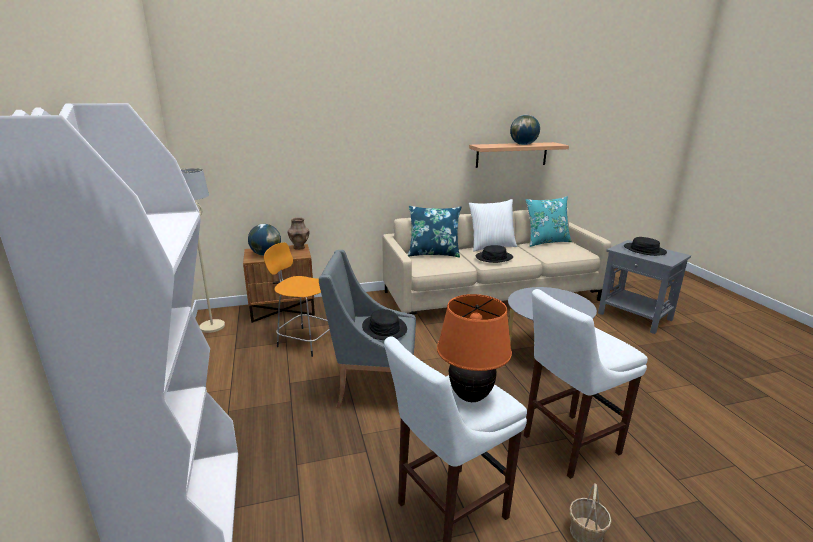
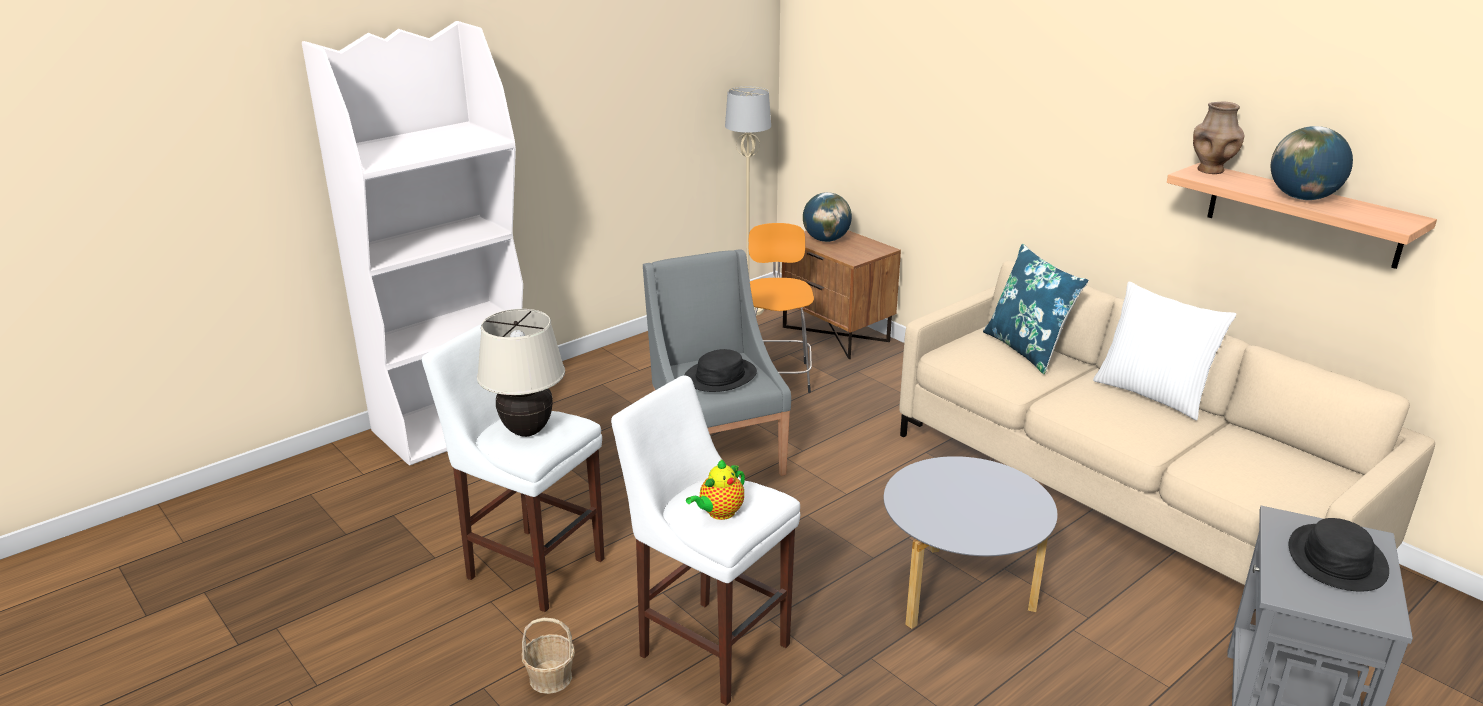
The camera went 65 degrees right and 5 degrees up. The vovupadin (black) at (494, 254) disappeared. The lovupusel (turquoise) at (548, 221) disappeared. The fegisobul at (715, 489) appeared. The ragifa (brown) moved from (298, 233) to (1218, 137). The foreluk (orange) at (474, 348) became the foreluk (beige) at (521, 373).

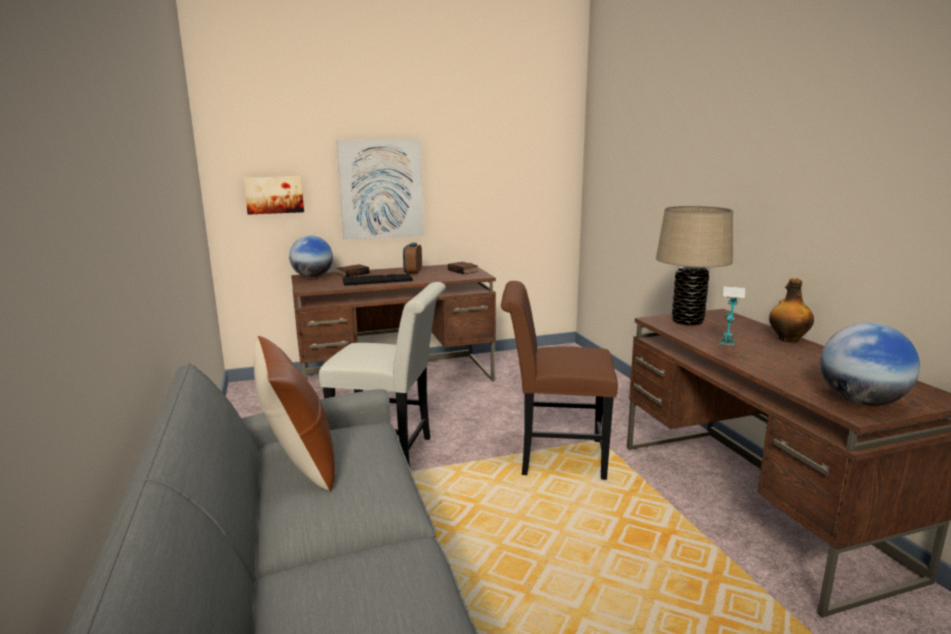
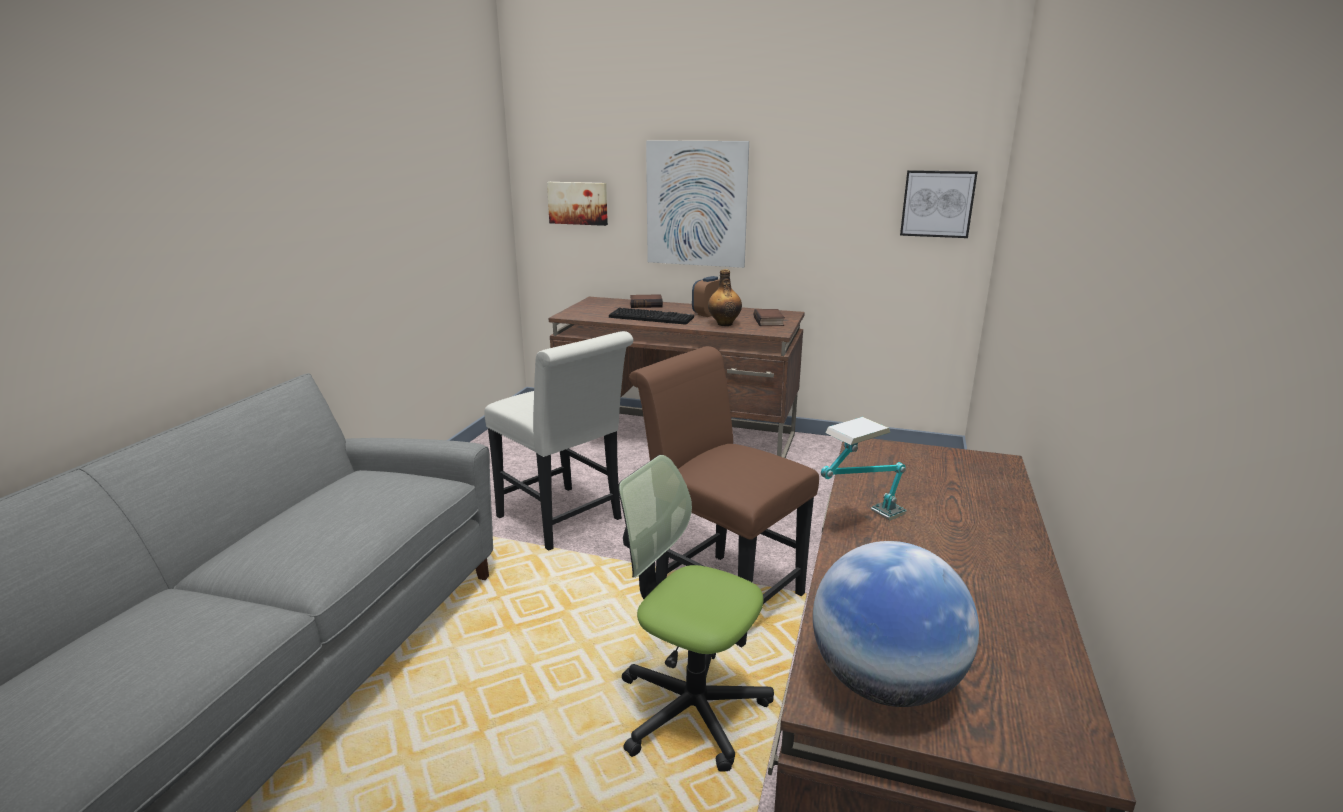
The camera went 35 degrees right and 5 degrees up. The lovupusel (brown) at (294, 413) disappeared. The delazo at (311, 256) disappeared. The foreluk (beige) at (694, 266) disappeared. The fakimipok at (696, 613) appeared. The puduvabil at (939, 204) appeared. The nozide moved from (791, 310) to (725, 297).

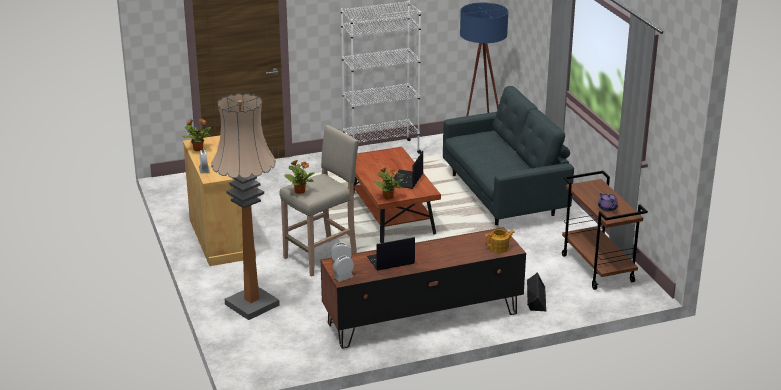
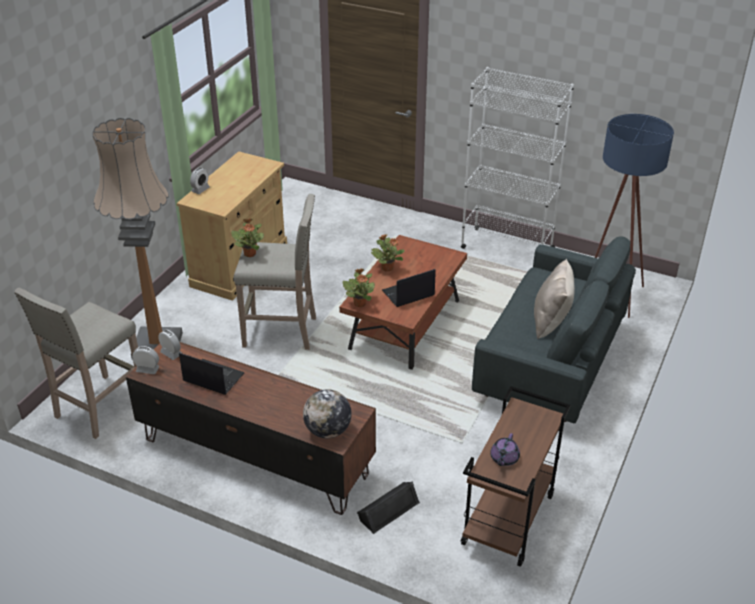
The camera went 45 degrees right and 10 degrees up. The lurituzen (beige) at (76, 363) appeared. The lovupusel (beige) at (554, 299) appeared. The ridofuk moved from (197, 135) to (388, 253). The fegisobul at (500, 241) was replaced by the delazo at (327, 413).

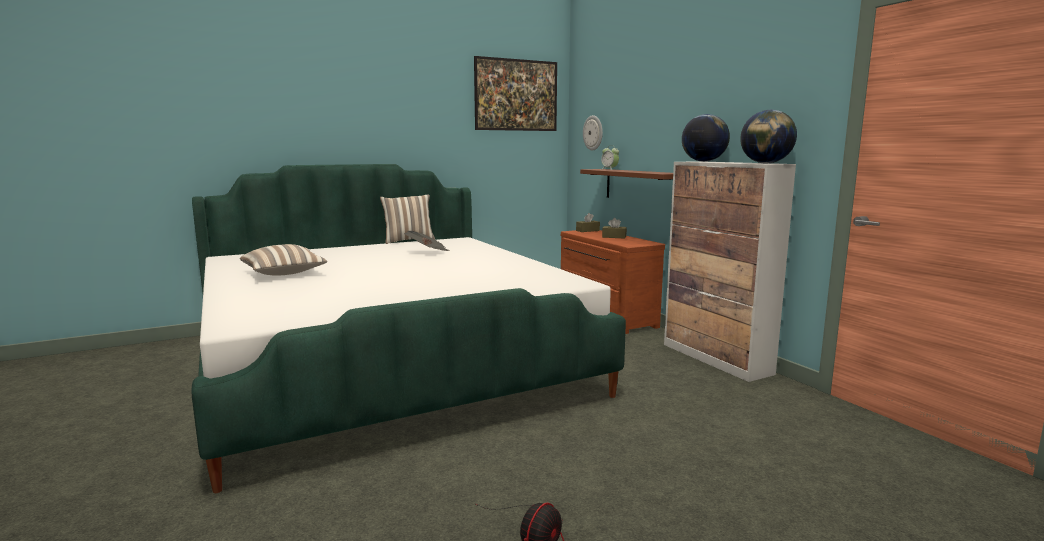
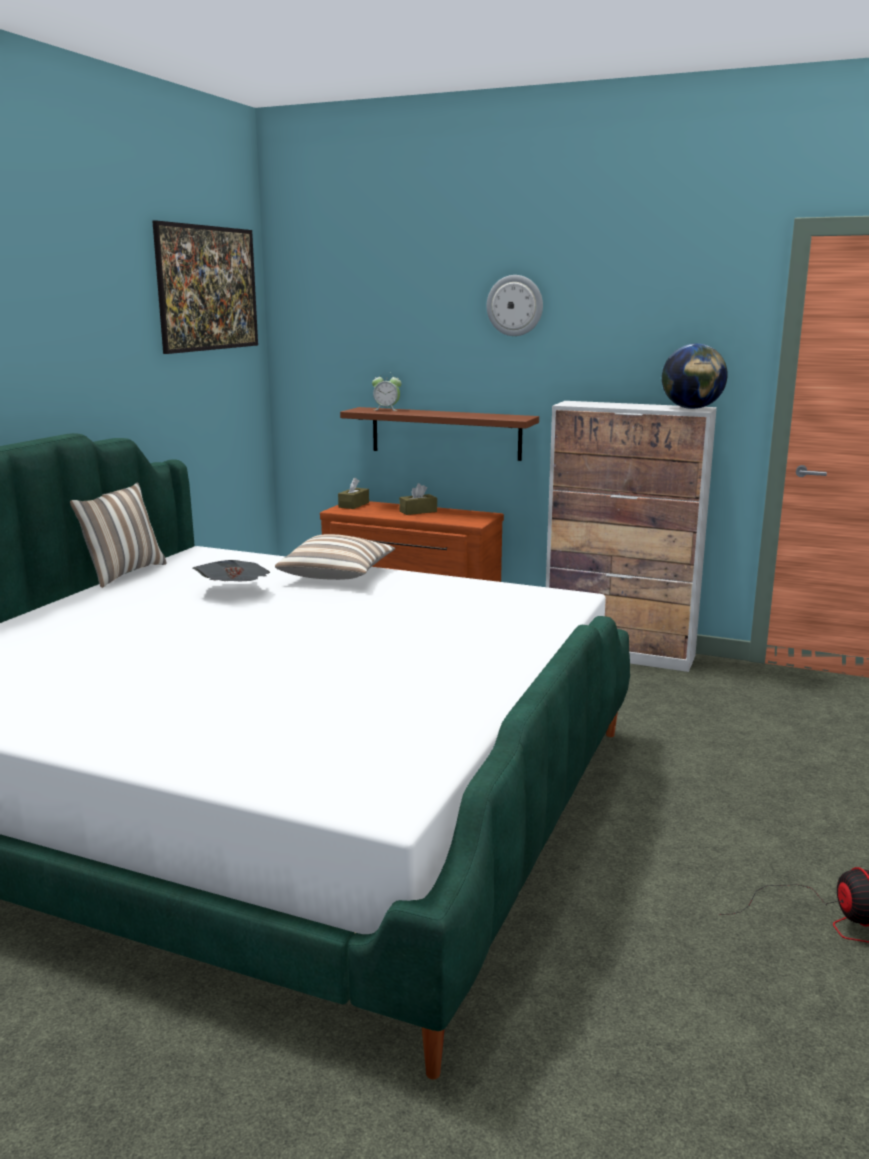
The camera went 40 degrees left and 5 degrees up. The delazo at (706, 138) disappeared. The lovupusel moved from (283, 260) to (335, 557). The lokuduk moved from (593, 133) to (515, 305).

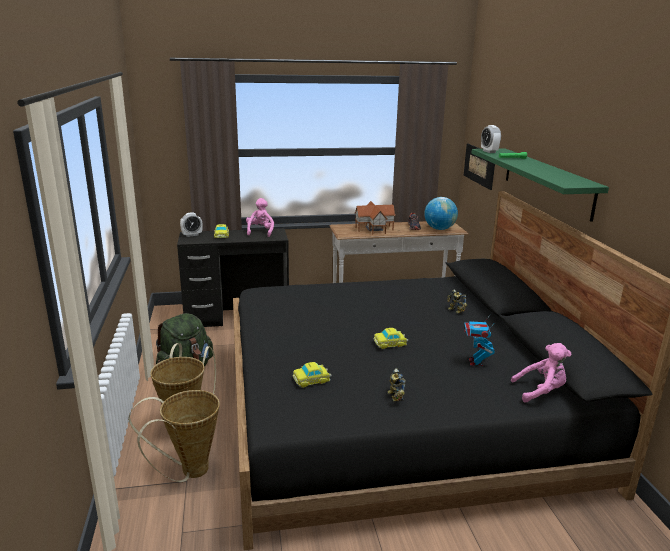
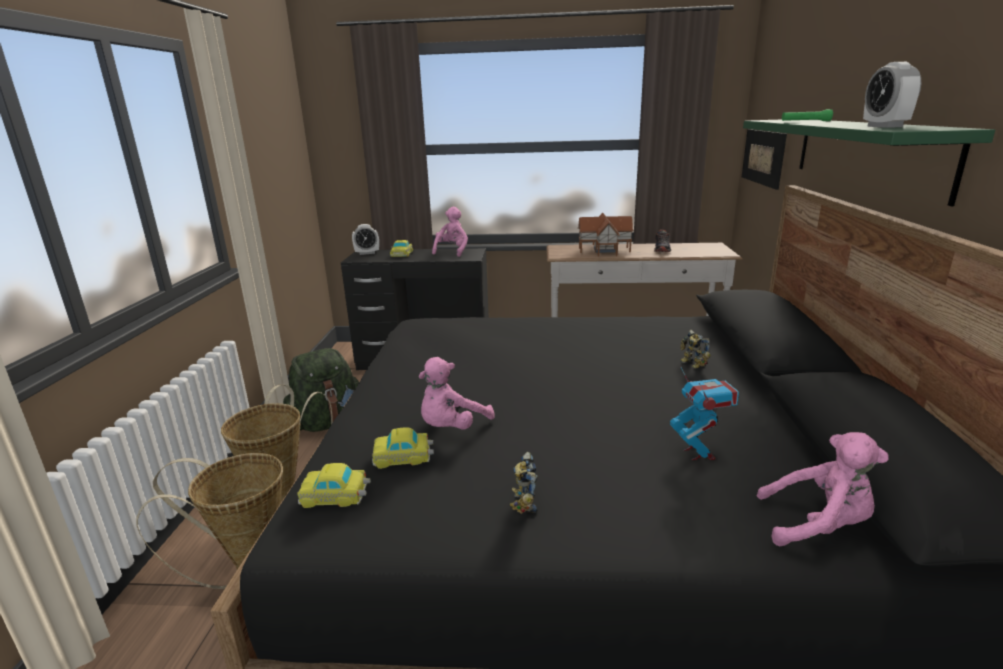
The camera went 15 degrees right and 0 degrees up. The delazo at (441, 213) disappeared. The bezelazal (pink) at (456, 393) appeared. The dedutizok moved from (391, 338) to (334, 485). The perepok moved from (491, 139) to (892, 95). The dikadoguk at (479, 340) turned 150 degrees clockwise.

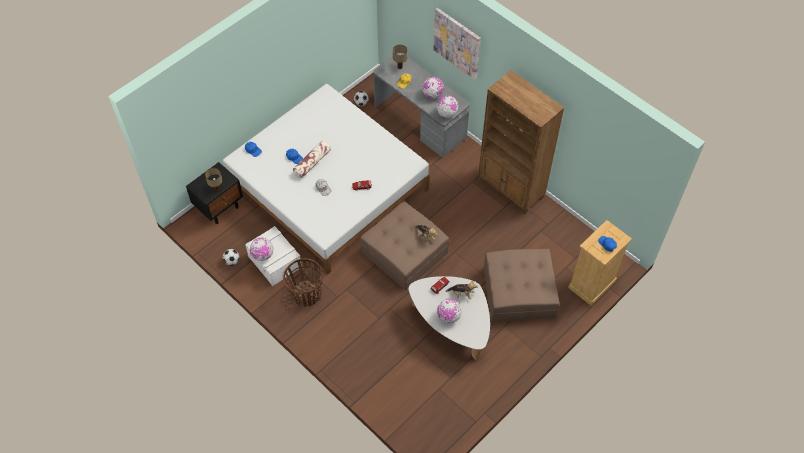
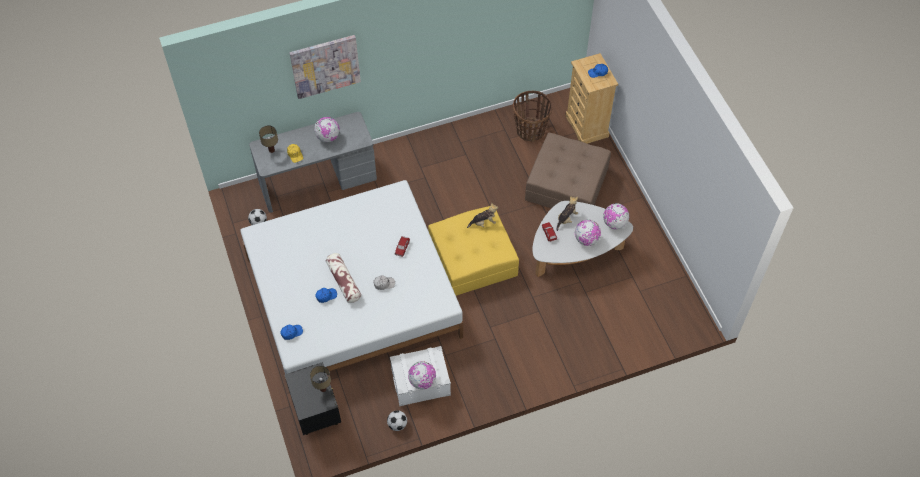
The camera went 65 degrees left and 0 degrees up. The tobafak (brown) at (521, 142) disappeared. The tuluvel moved from (303, 283) to (532, 116). The delazo moved from (447, 107) to (616, 216). The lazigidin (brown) at (404, 245) became the lazigidin (yellow) at (473, 251).

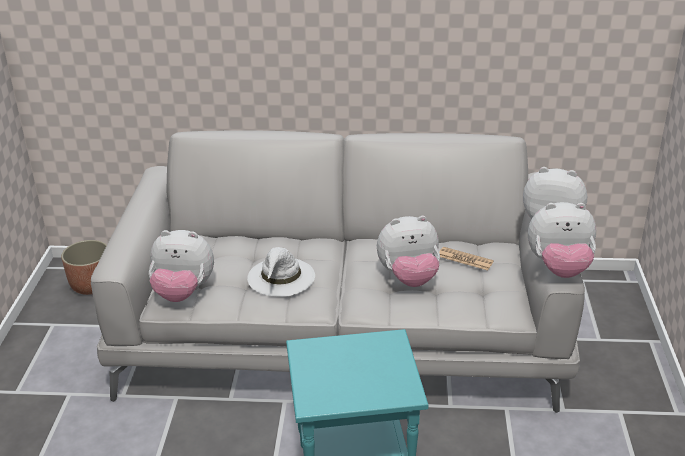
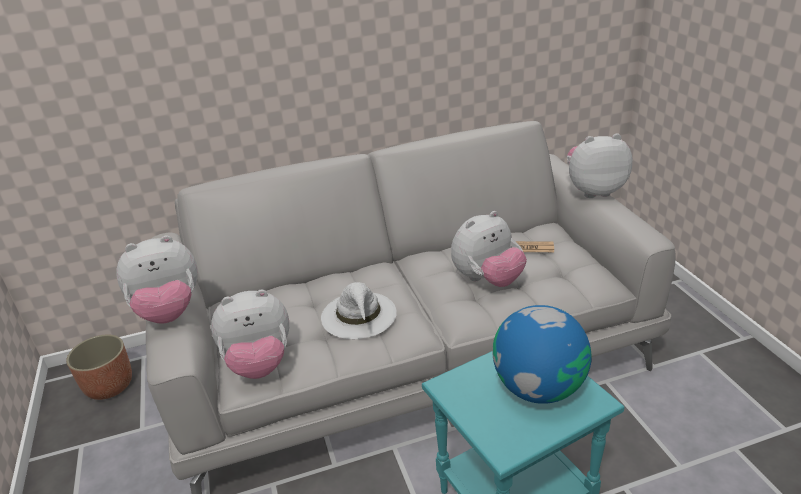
The camera went 20 degrees left and 0 degrees up. The delazo at (542, 354) appeared. The bezelazal moved from (562, 240) to (157, 279).

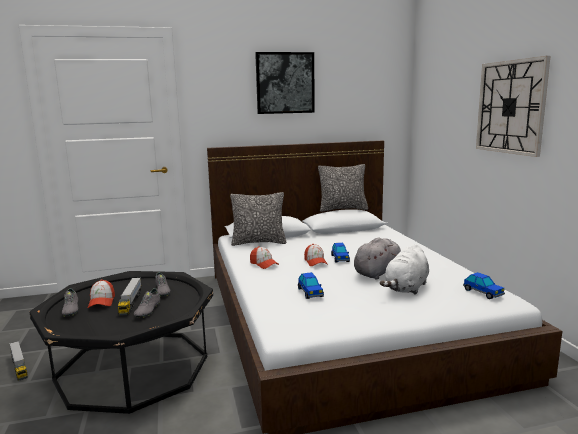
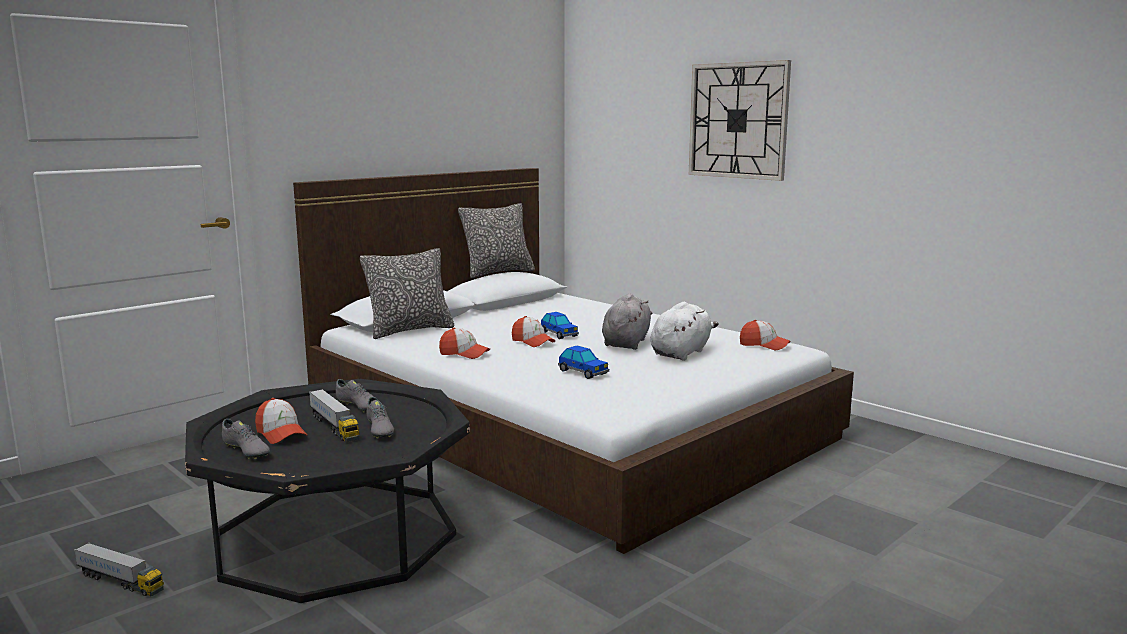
The camera went 30 degrees left and 0 degrees up. The puduvabil at (285, 83) disappeared. The dedutizok at (484, 285) was replaced by the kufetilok at (765, 335). The bezelazal (white) at (404, 269) turned 150 degrees counterclockwise.

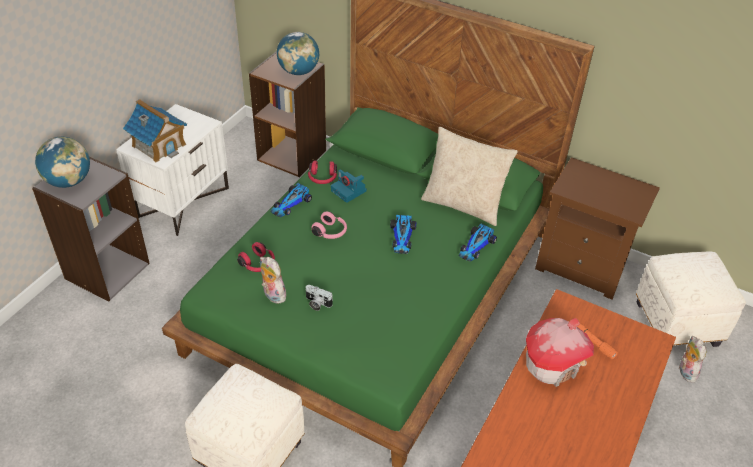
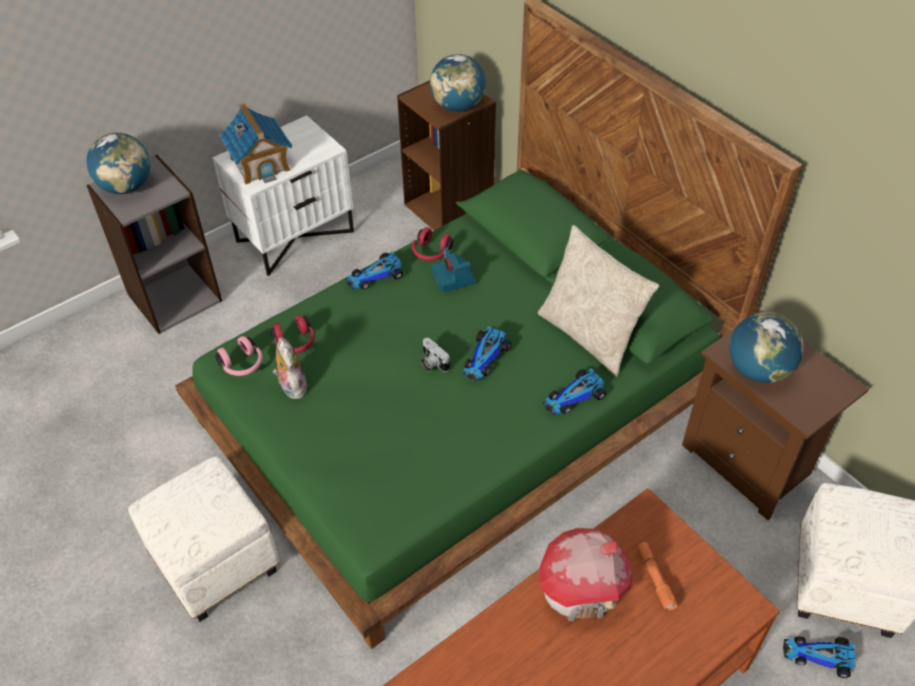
The camera went 25 degrees right and 5 degrees up. The delazo at (766, 347) appeared. The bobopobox moved from (319, 298) to (435, 355). The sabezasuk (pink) moved from (329, 225) to (239, 356). The bezelazal at (693, 359) was replaced by the dedutizok at (819, 657).

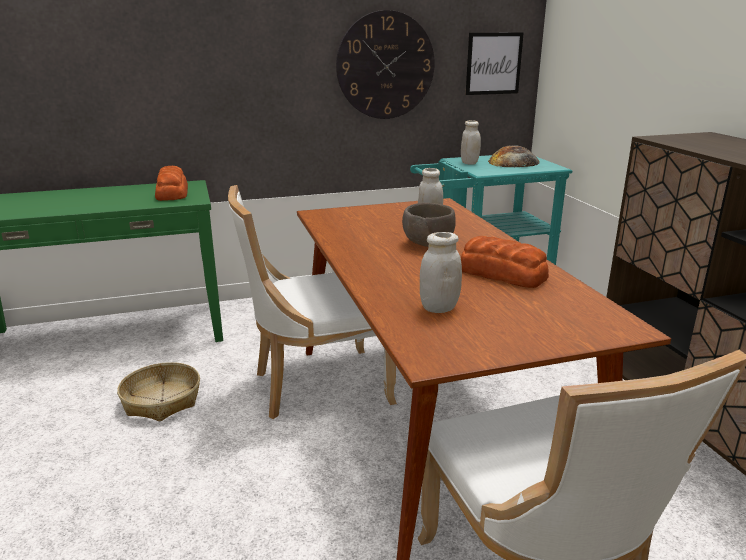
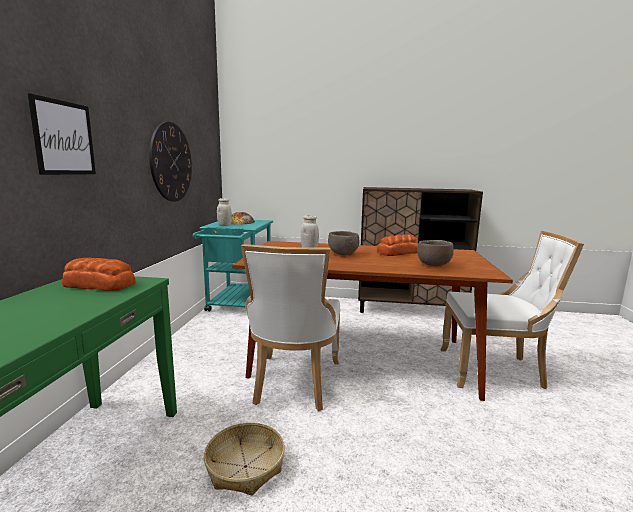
The camera went 65 degrees left and 10 degrees down. The puduvabil moved from (495, 64) to (62, 134). The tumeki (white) at (441, 272) was replaced by the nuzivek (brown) at (435, 253).

